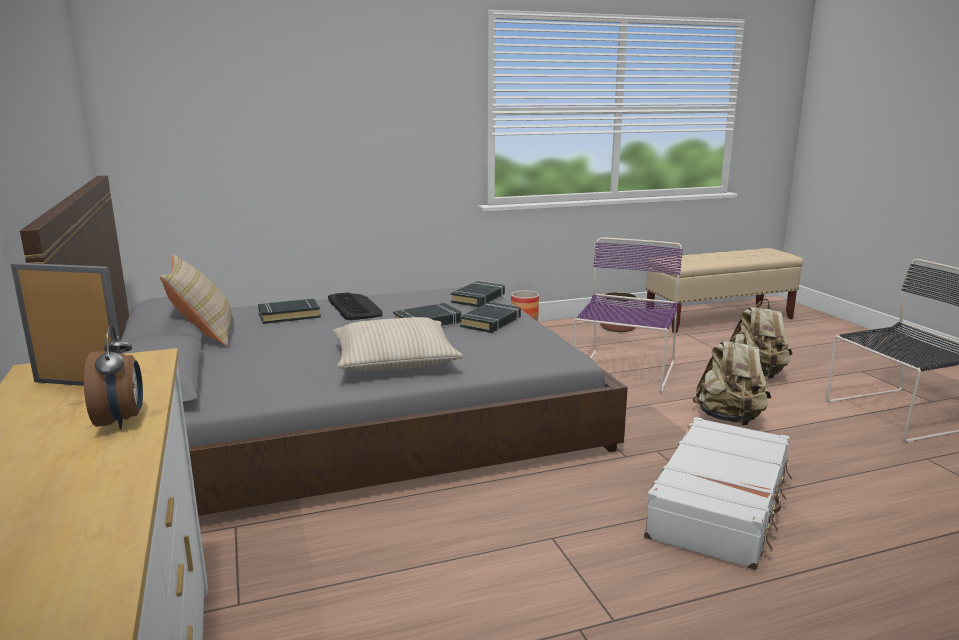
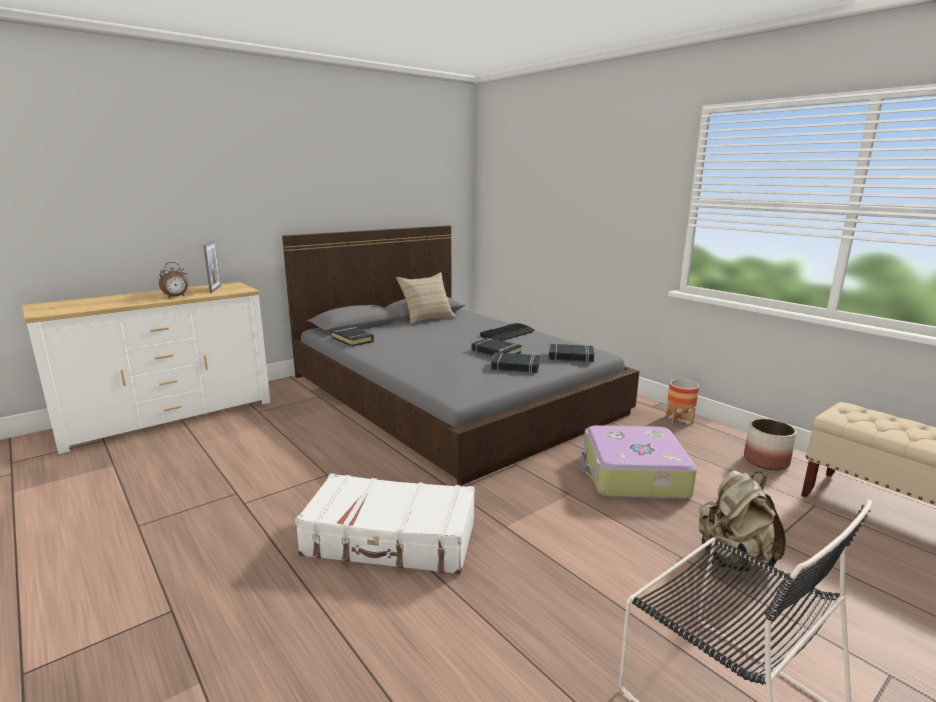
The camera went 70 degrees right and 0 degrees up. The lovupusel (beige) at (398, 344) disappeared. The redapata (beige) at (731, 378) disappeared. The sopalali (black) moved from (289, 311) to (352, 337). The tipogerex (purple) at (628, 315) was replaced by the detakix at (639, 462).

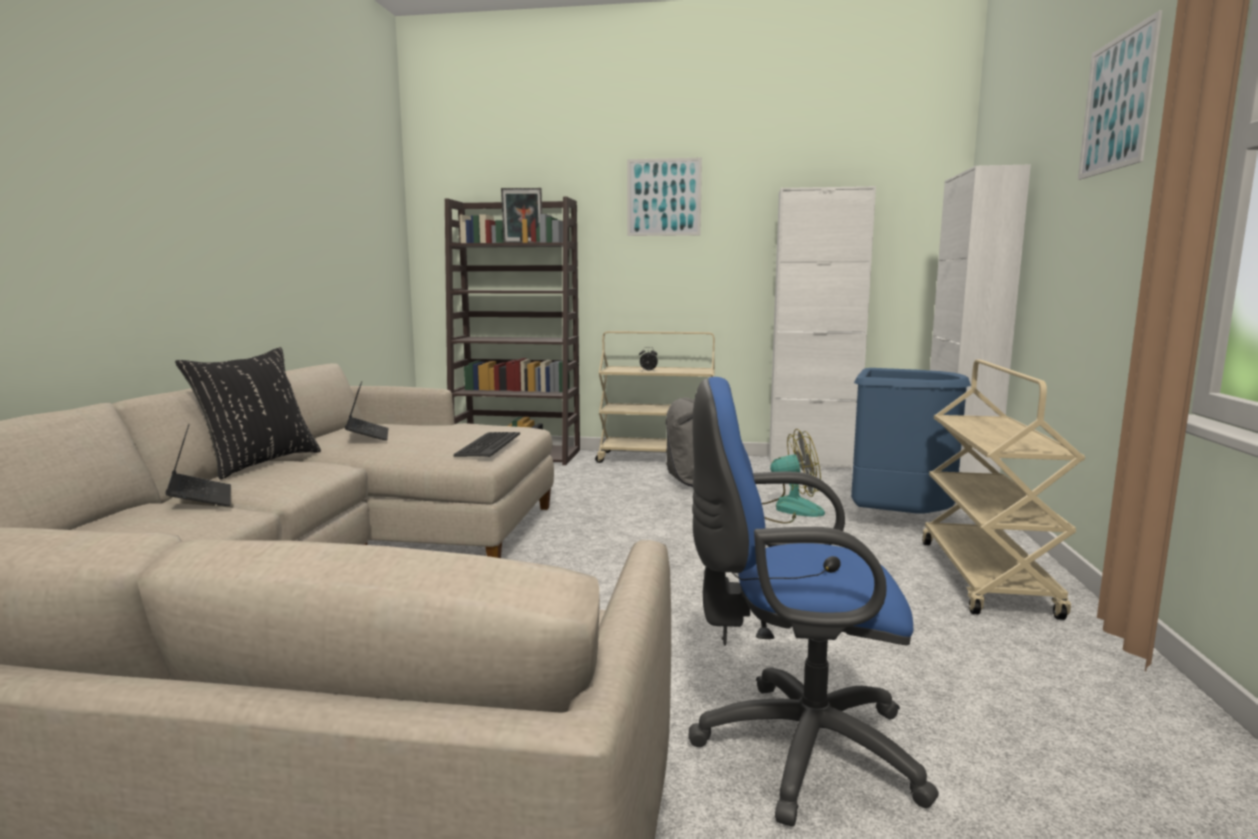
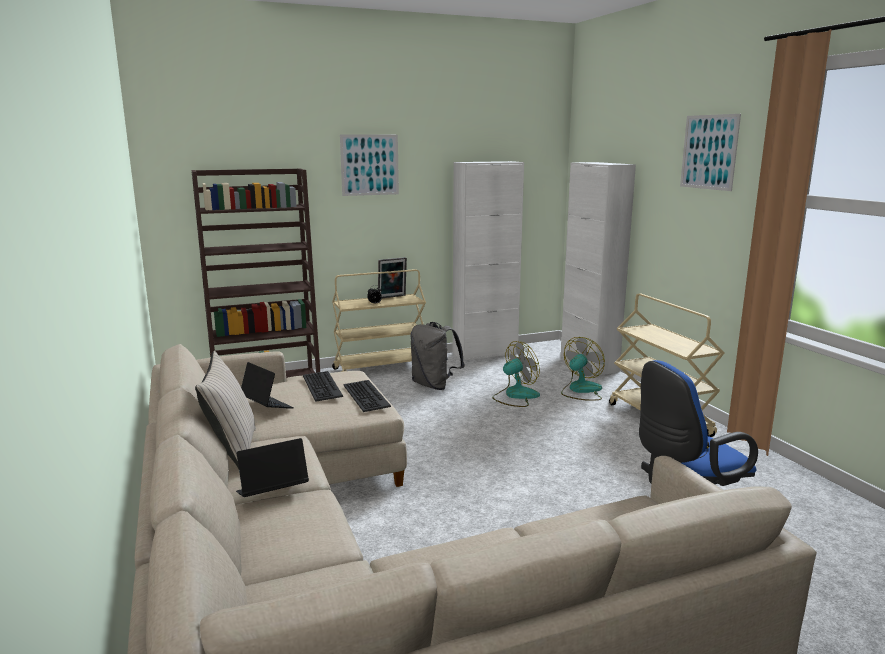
The camera went 30 degrees left and 5 degrees up. The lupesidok at (323, 386) appeared. The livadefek moved from (521, 215) to (392, 277). The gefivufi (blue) at (911, 441) was replaced by the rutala at (583, 369). The lovupusel (black) at (248, 413) became the lovupusel (beige) at (225, 410). The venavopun at (198, 465) turned 60 degrees counterclockwise.

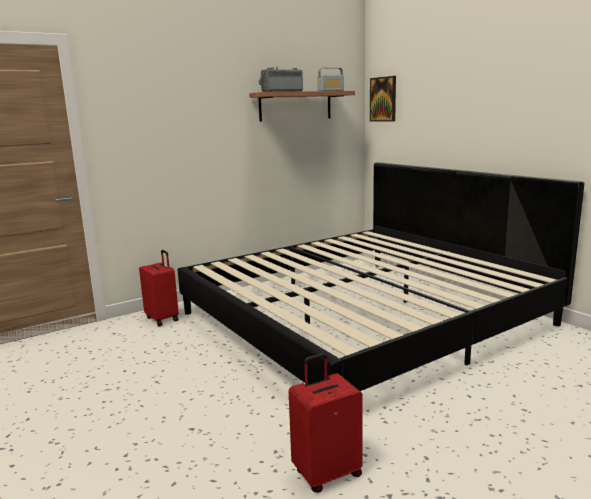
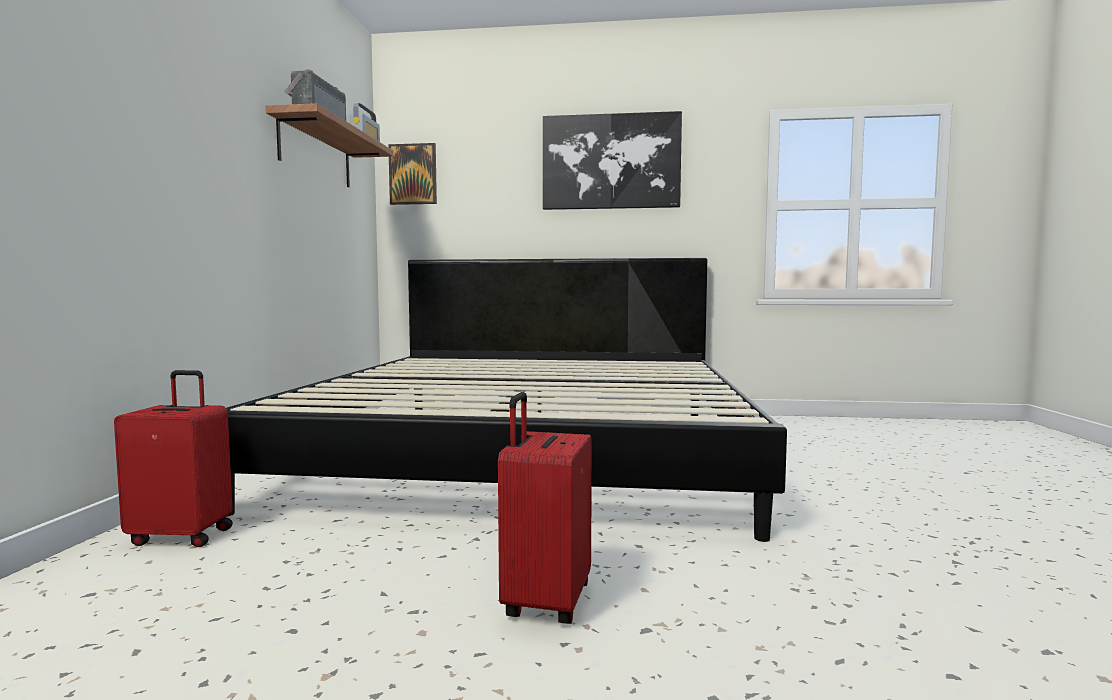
The camera went 50 degrees left and 10 degrees down. The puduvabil at (612, 160) appeared. The detakix (red) moved from (326, 423) to (545, 508).

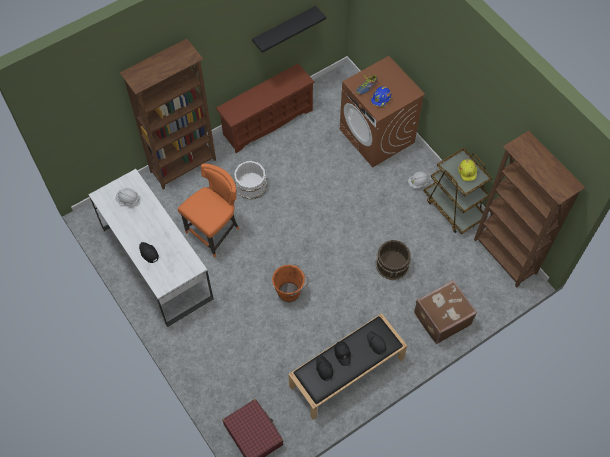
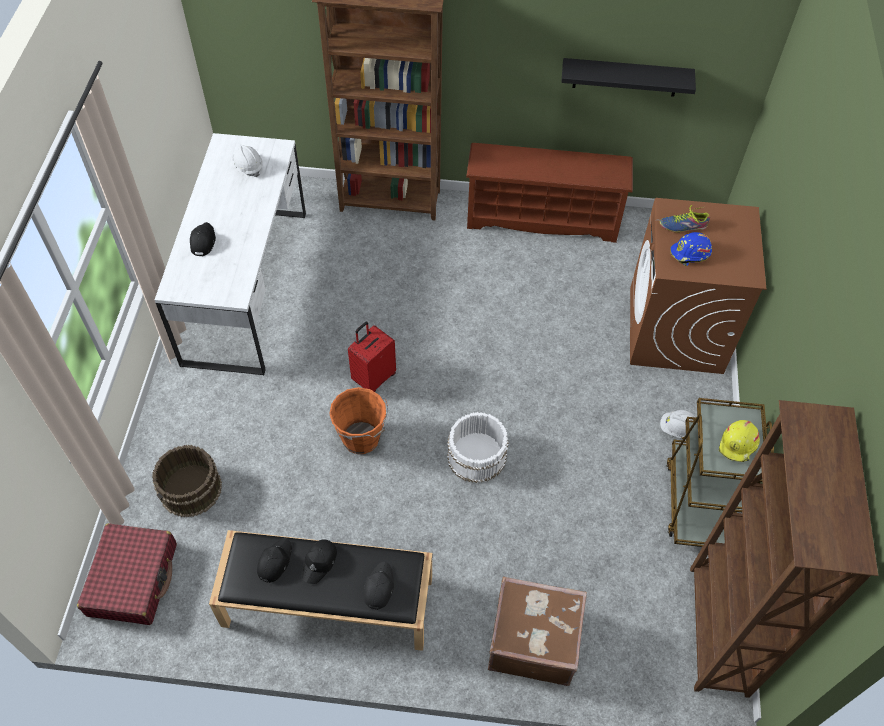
The camera went 40 degrees right and 5 degrees down. The tipogerex (orange) at (208, 210) disappeared. The detakix (red) at (372, 357) appeared. The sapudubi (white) moved from (250, 180) to (478, 447). The sapudubi (brown) moved from (393, 260) to (187, 481).

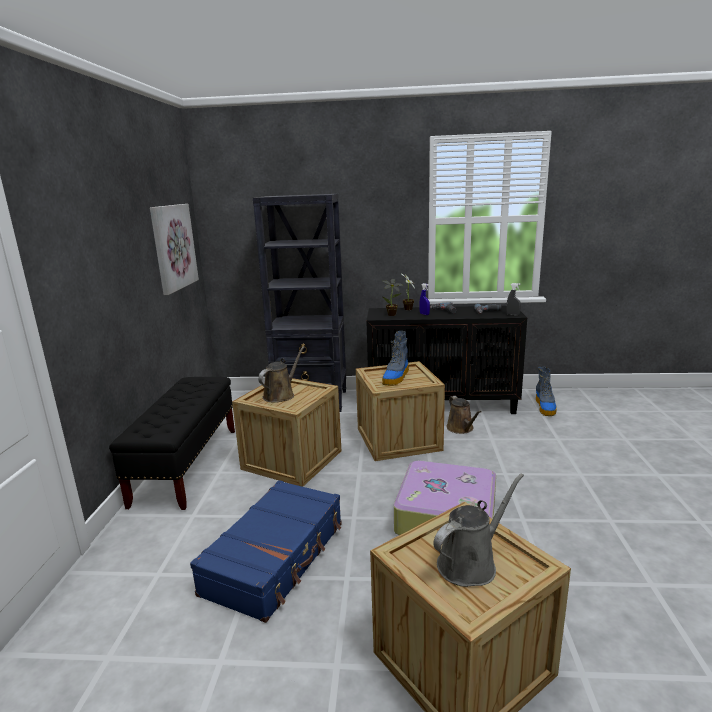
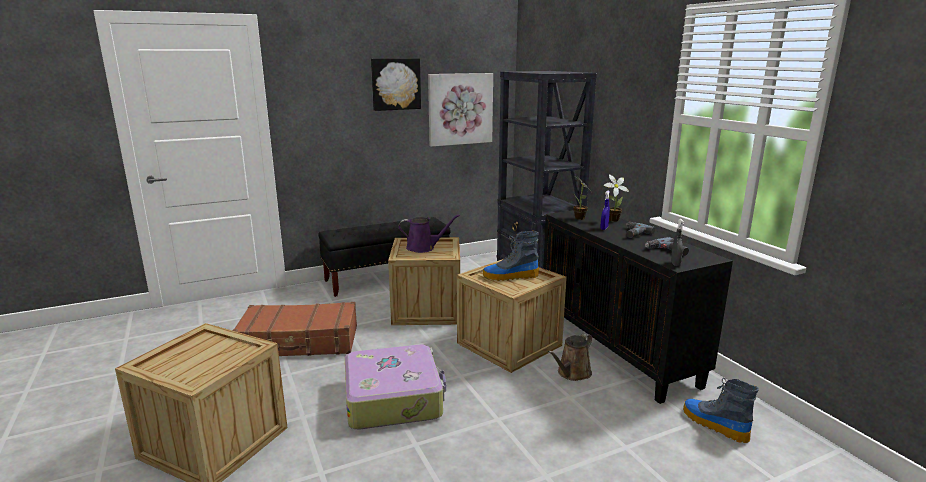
The camera went 60 degrees right and 0 degrees up. The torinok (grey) at (479, 530) disappeared. The puduvabil at (396, 84) appeared. The detakix (blue) at (266, 551) became the detakix (brown) at (294, 329). The torinok (brown) at (281, 374) became the torinok (purple) at (429, 234). The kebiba at (546, 391) turned 75 degrees clockwise.

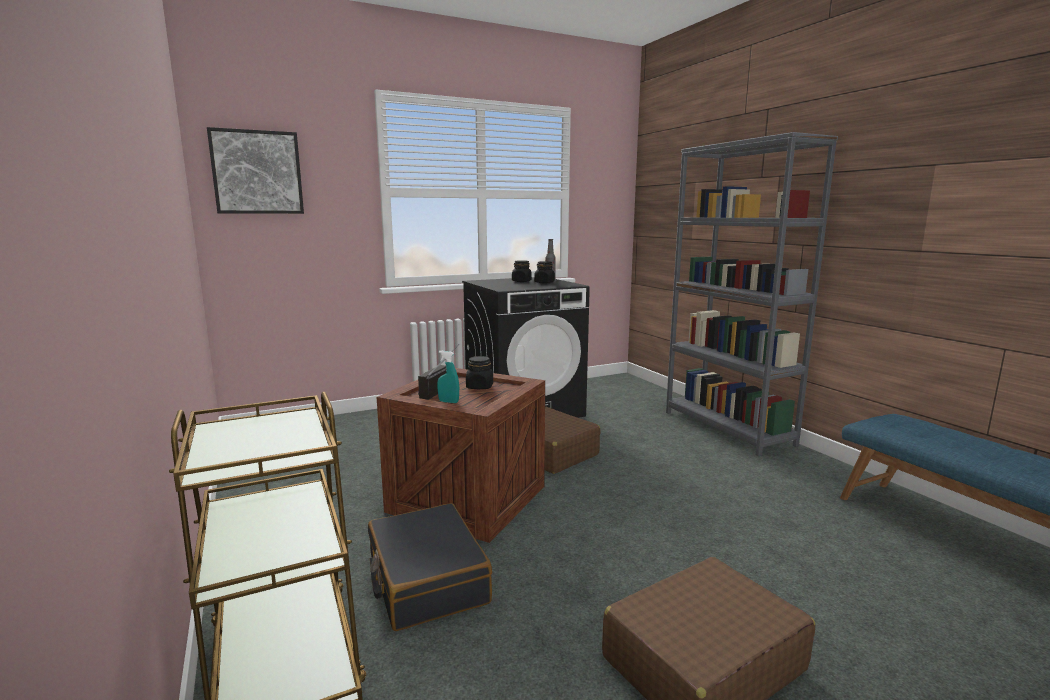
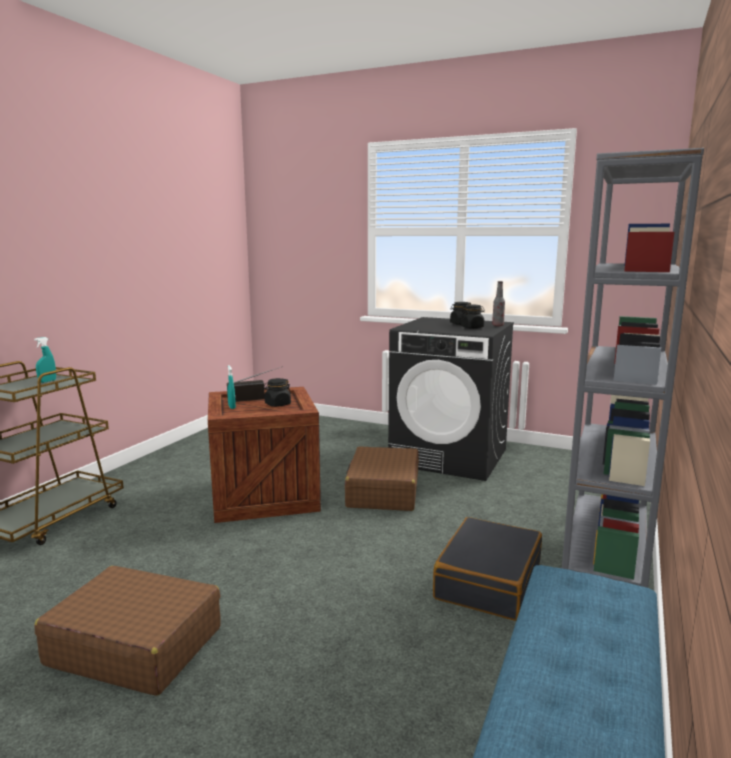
The camera went 50 degrees right and 0 degrees up. The puduvabil at (255, 170) disappeared. The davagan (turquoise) at (45, 360) appeared. The detakix (black) moved from (430, 567) to (487, 569).

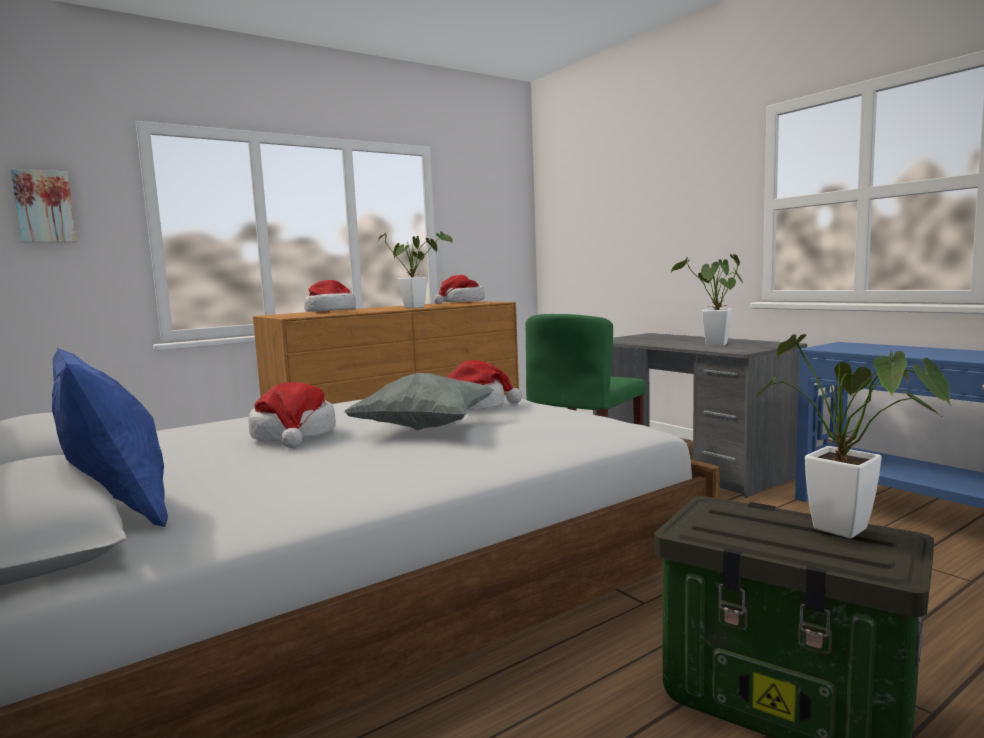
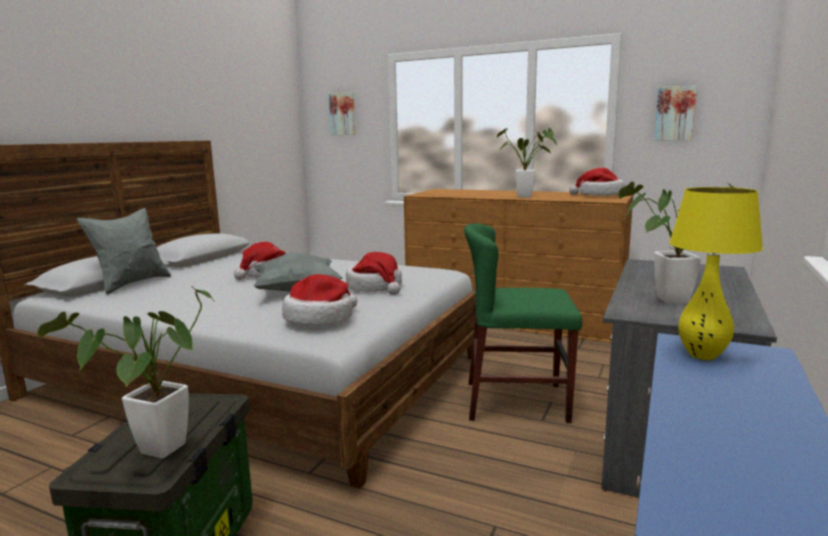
The camera went 60 degrees right and 5 degrees up. The puduvabil at (675, 113) appeared. The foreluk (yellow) at (716, 273) appeared. The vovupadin moved from (330, 296) to (319, 300). The lovupusel (blue) at (110, 437) became the lovupusel (grey) at (124, 251).

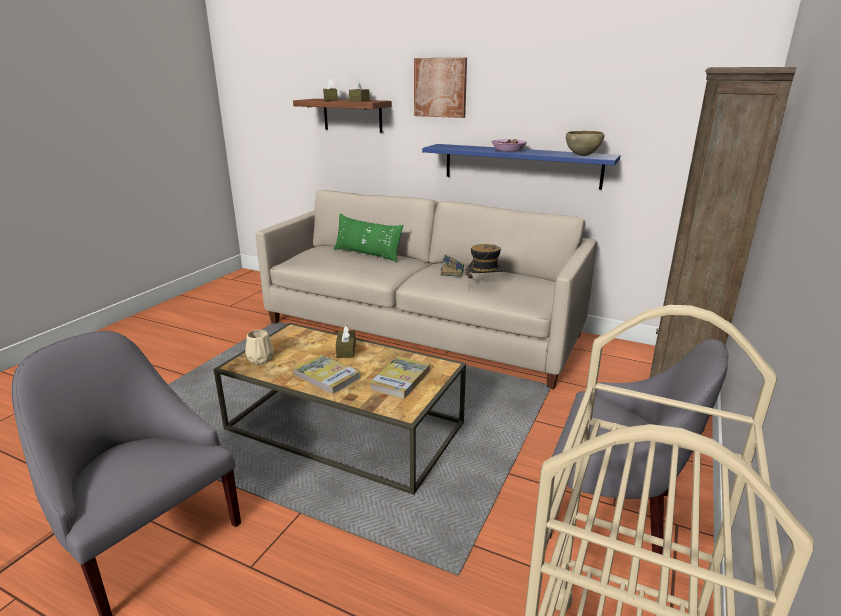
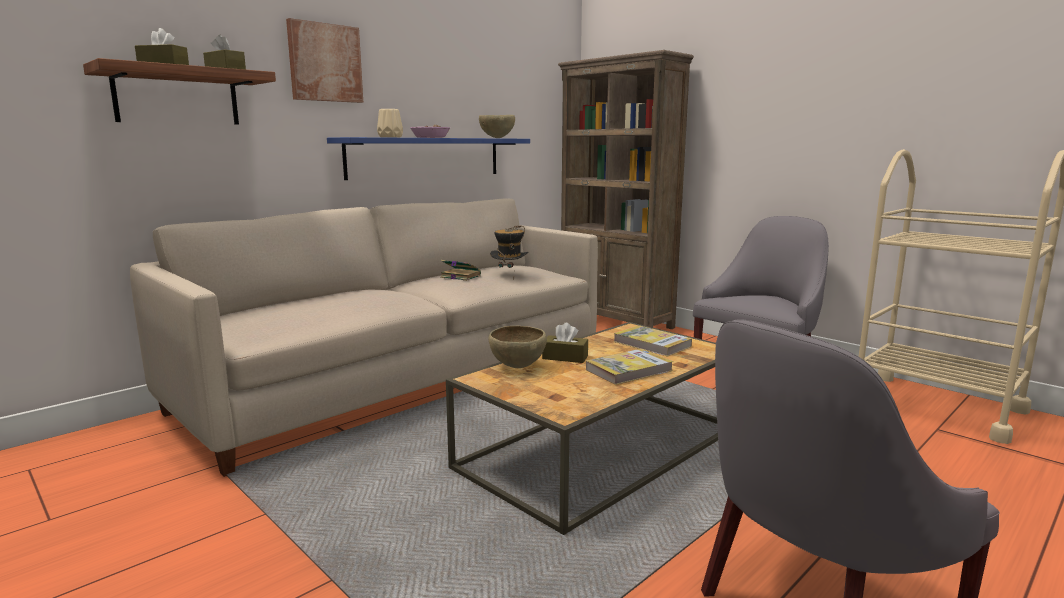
The camera went 70 degrees left and 10 degrees down. The lovupusel (green) at (368, 238) disappeared. The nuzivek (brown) at (517, 347) appeared. The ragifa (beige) moved from (259, 347) to (390, 123).

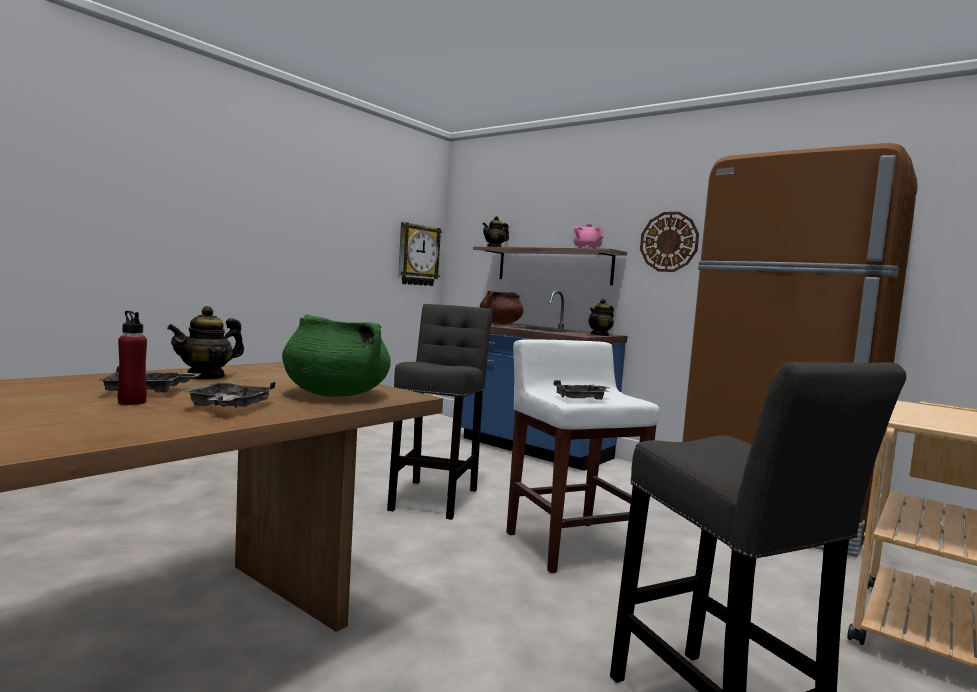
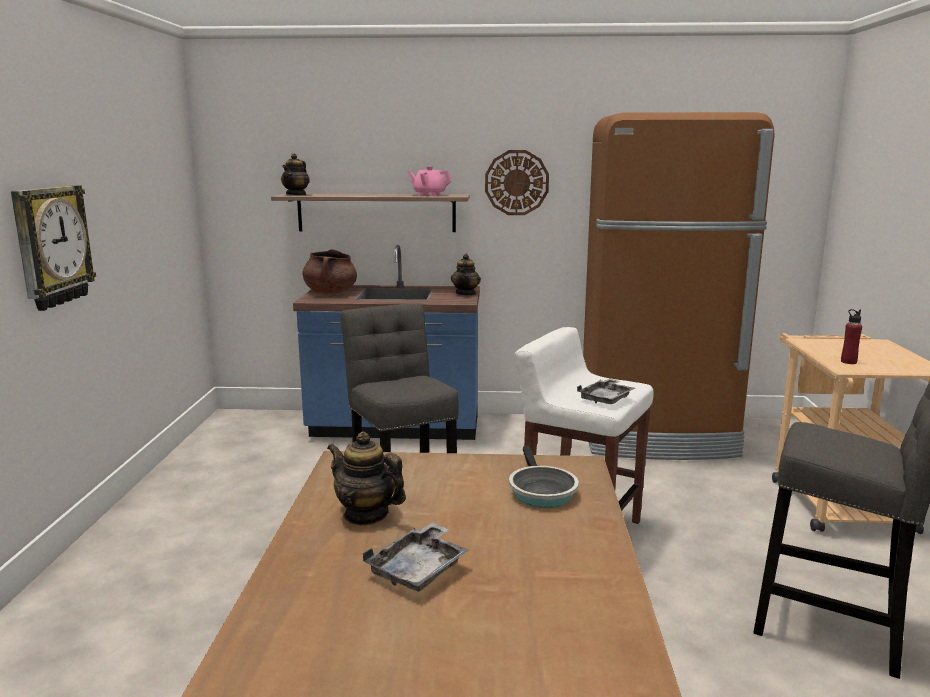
The camera went 35 degrees left and 10 degrees up. The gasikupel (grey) at (229, 395) disappeared. The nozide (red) moved from (132, 358) to (851, 336). The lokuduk moved from (420, 254) to (53, 248). The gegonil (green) at (336, 355) was replaced by the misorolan at (544, 477). The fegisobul at (205, 343) turned 120 degrees clockwise.

